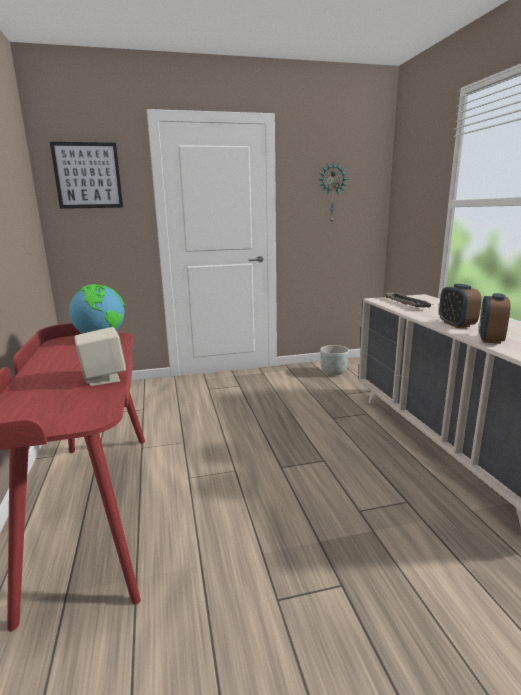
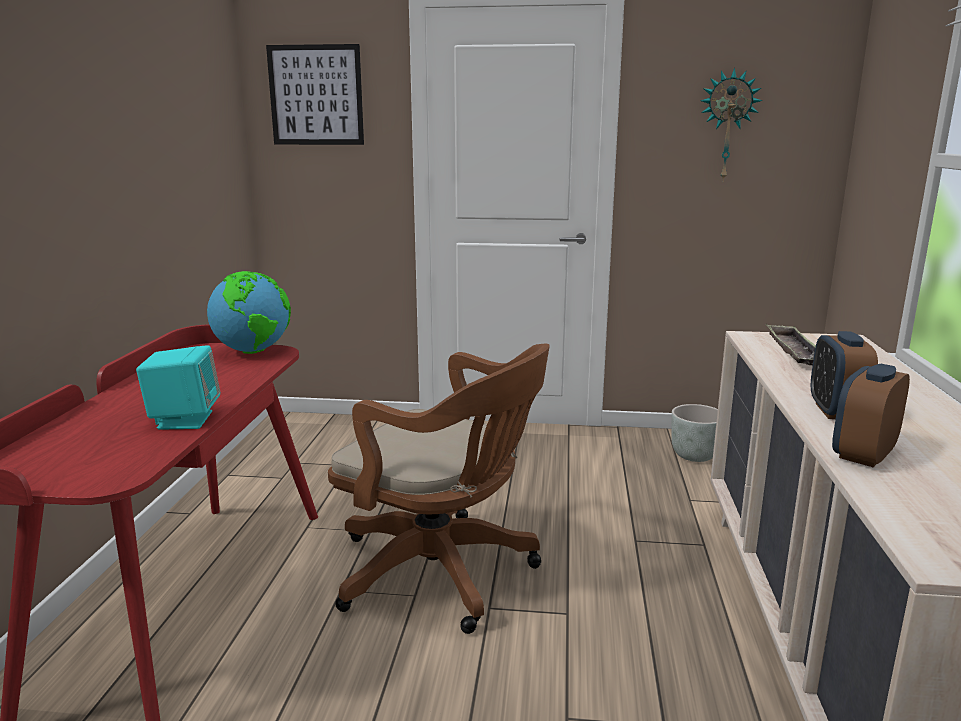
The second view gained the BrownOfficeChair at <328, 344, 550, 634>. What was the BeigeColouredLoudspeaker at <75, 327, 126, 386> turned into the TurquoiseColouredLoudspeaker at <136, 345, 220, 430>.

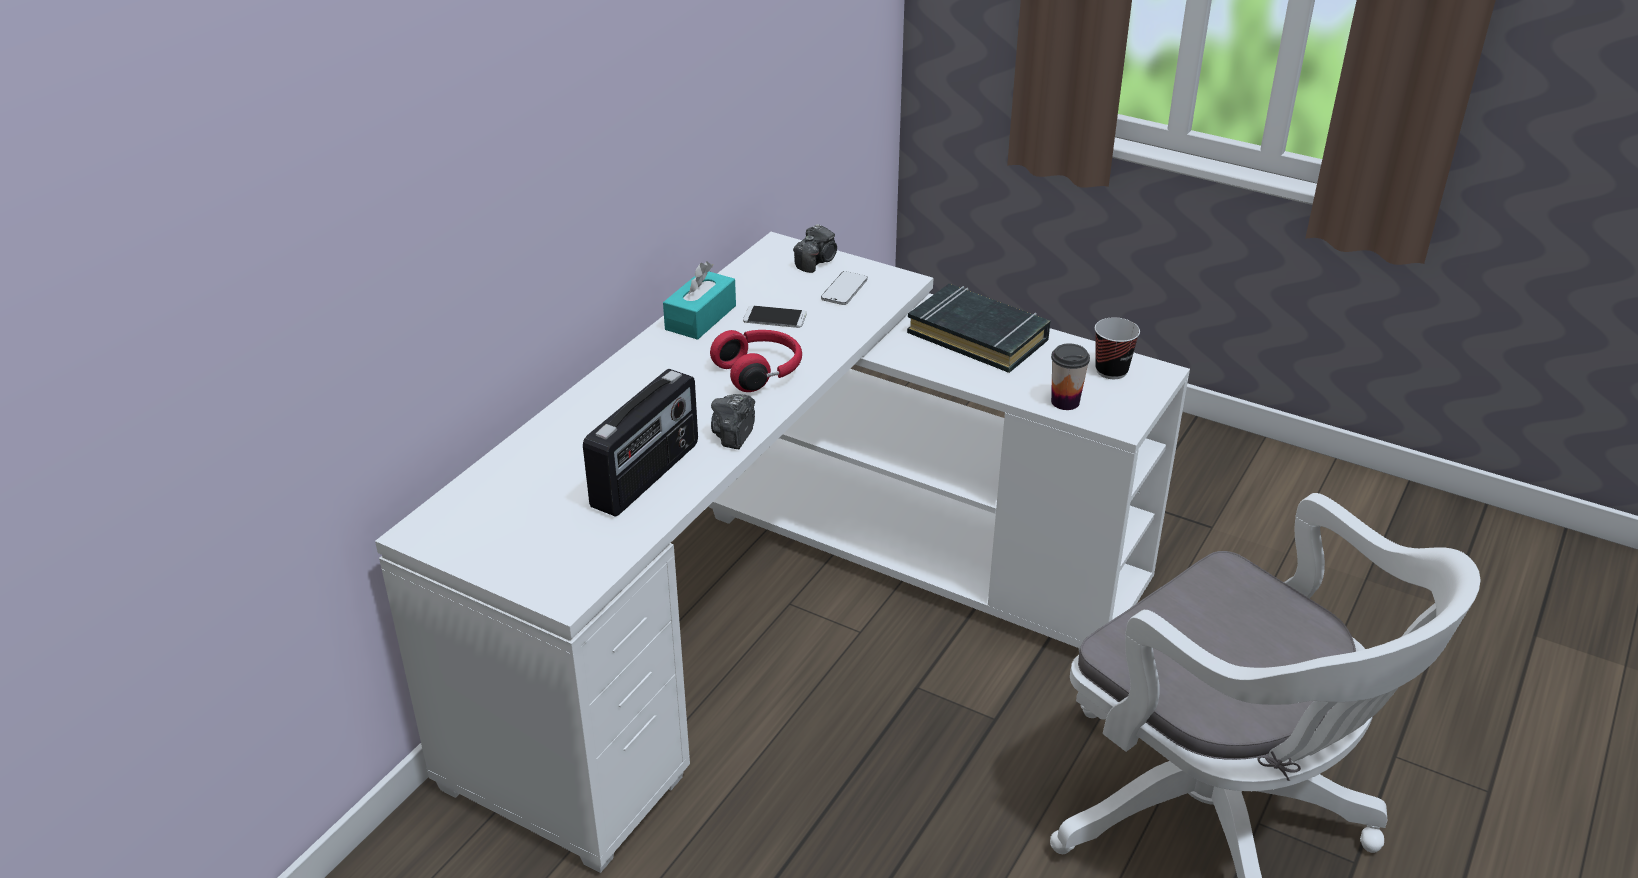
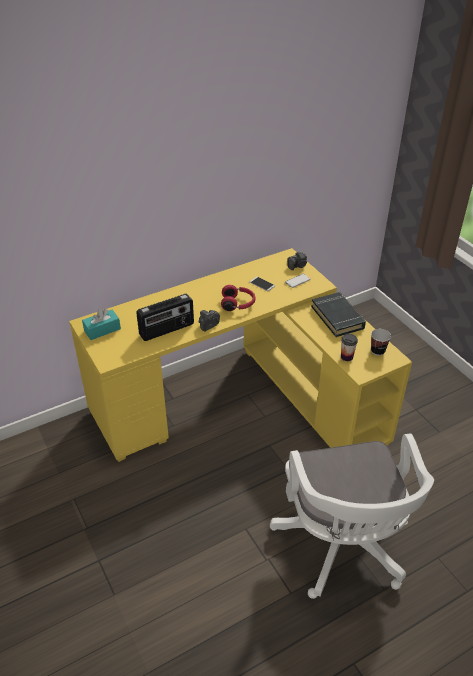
The TurquoiseColouredTissueBox ended up elsewhere, having gone from <663, 262, 736, 340> to <82, 308, 121, 340>. What was the WhiteColouredDeskTable at <375, 232, 1190, 873> turned into the YellowishDeskTable at <69, 248, 412, 462>.

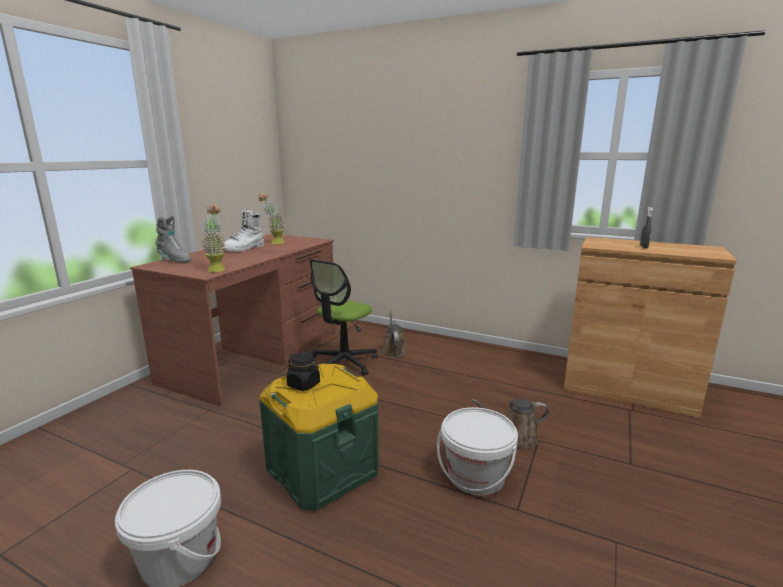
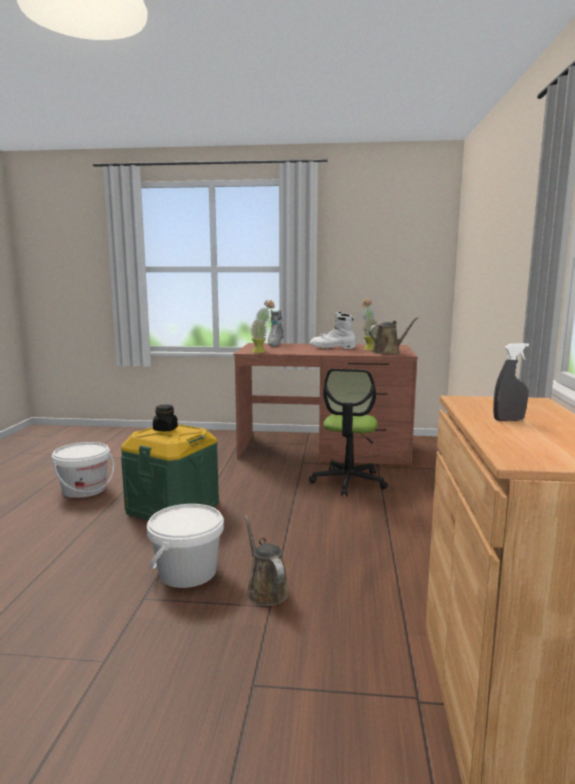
The BrownWateringCan ended up elsewhere, having gone from <381, 310, 407, 358> to <369, 317, 419, 355>. The OfficeChair at <310, 259, 378, 376> ended up facing another way, 90 degrees counterclockwise from before.

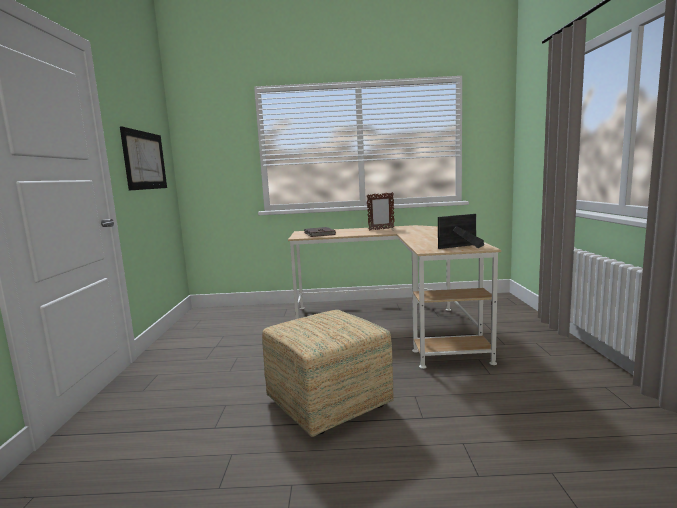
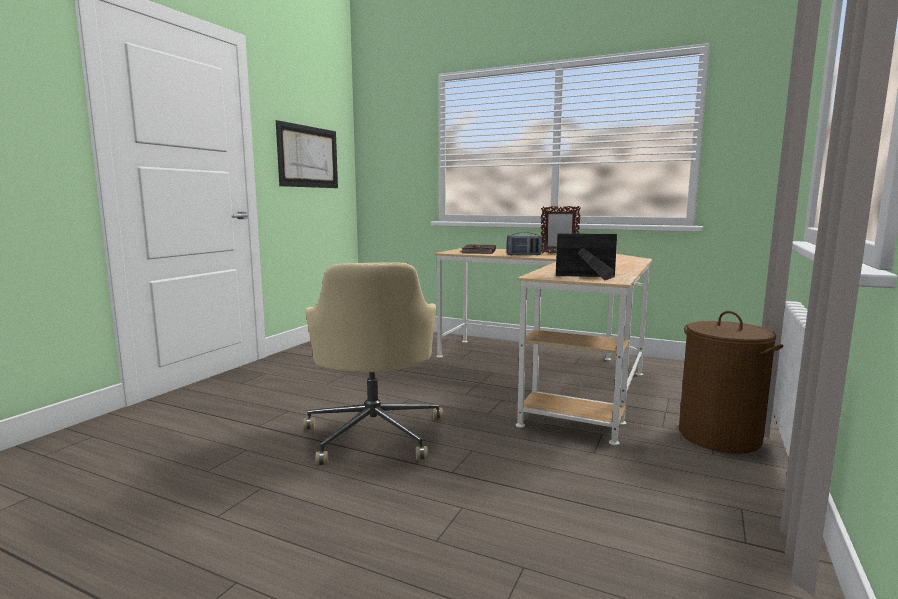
The second view gained the RadioSet at <506, 232, 542, 255>. The second view gained the BrownHamper at <679, 311, 783, 454>. Where the Pouffe stood at <262, 310, 394, 437>, the BeigeColouredOfficeChair came to stand at <303, 263, 443, 466>.

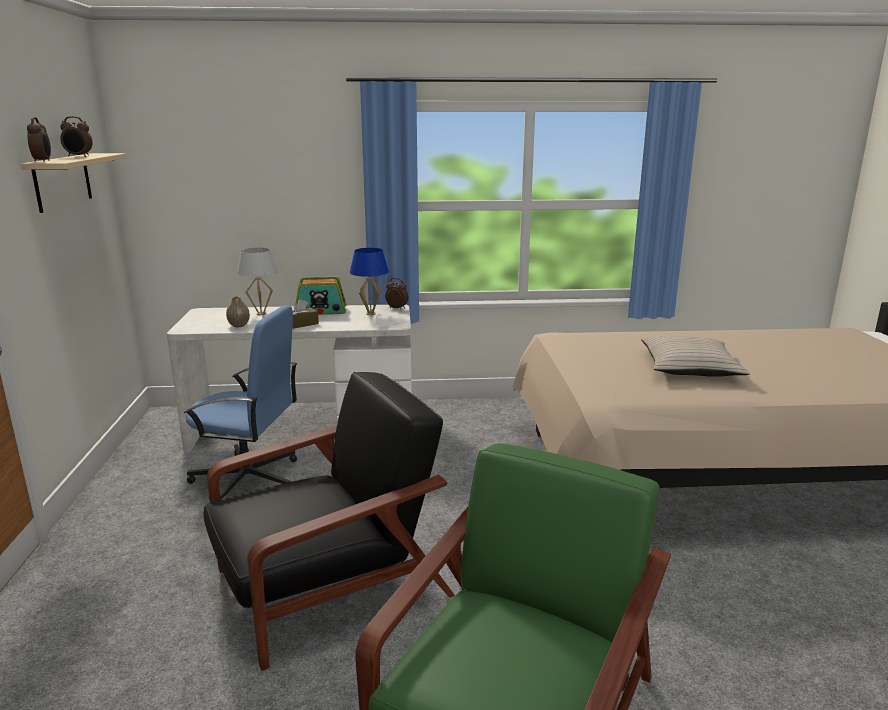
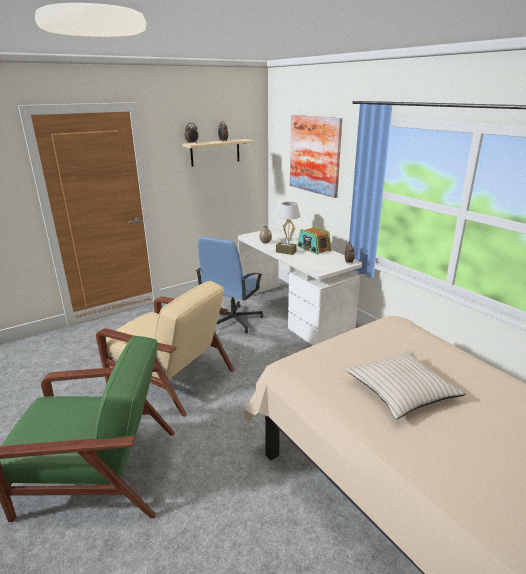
The second view lost the BluishLampForATable at <350, 248, 389, 315>. The second view gained the WallPicture at <290, 115, 342, 198>. What was the BlackishArmchair at <204, 372, 455, 671> turned into the BeigeColouredArmchair at <96, 281, 234, 417>. The BluishOfficeChair at <184, 305, 297, 499> ended up facing another way, 45 degrees clockwise from before.

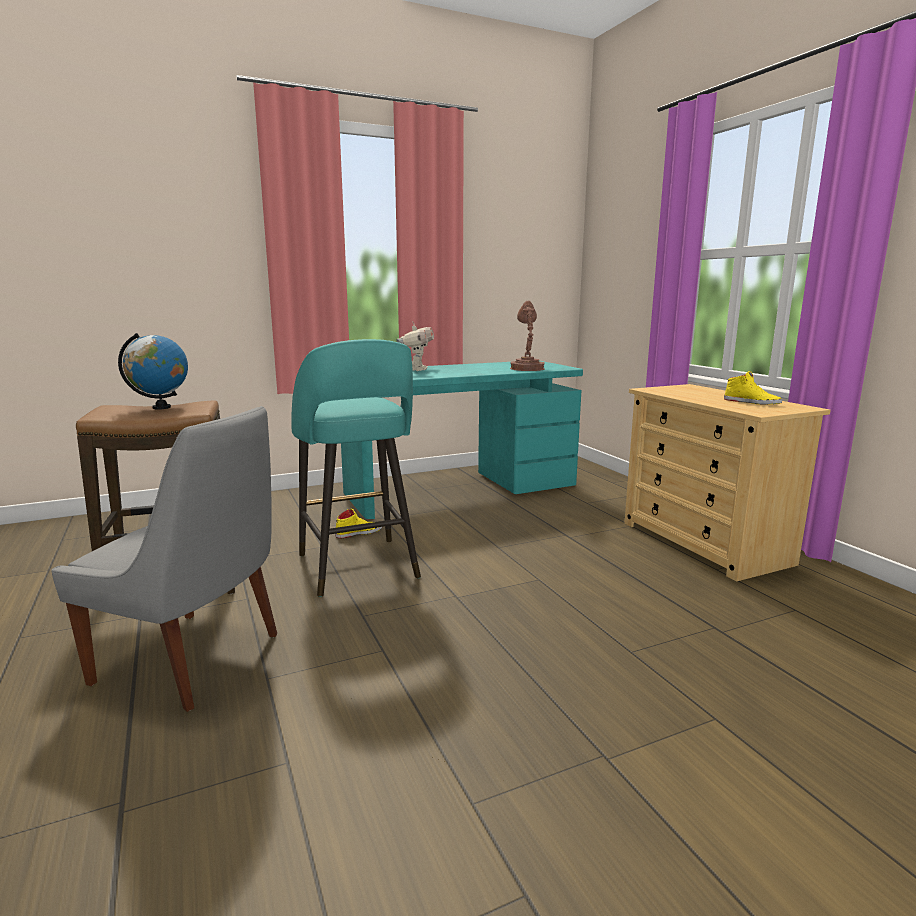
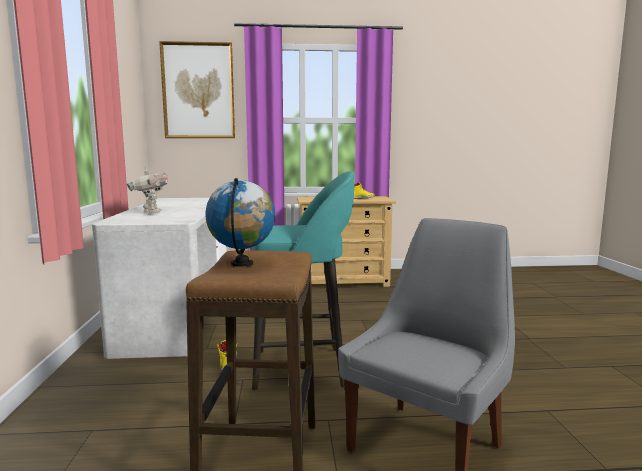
The second view lost the BrownLampForATable at <510, 301, 545, 371>. The second view gained the WallPicture at <159, 41, 235, 138>. What was the TurquoiseColouredDeskTable at <341, 361, 583, 519> turned into the WhiteColouredDeskTable at <92, 198, 226, 359>. The ToyRobot at <397, 321, 434, 371> ended up facing another way, 60 degrees clockwise from before.

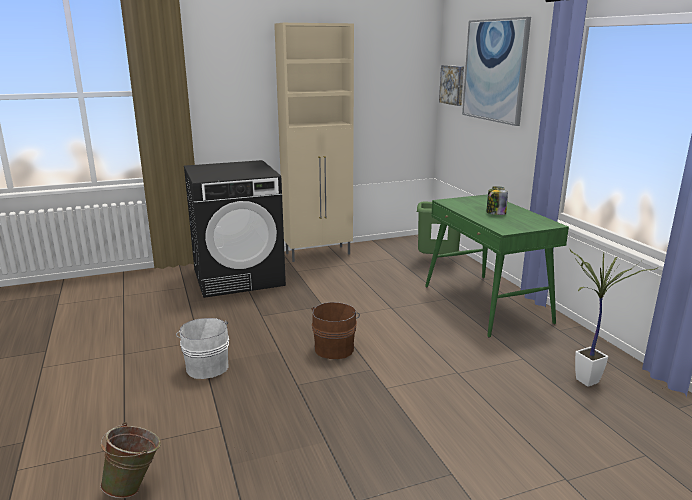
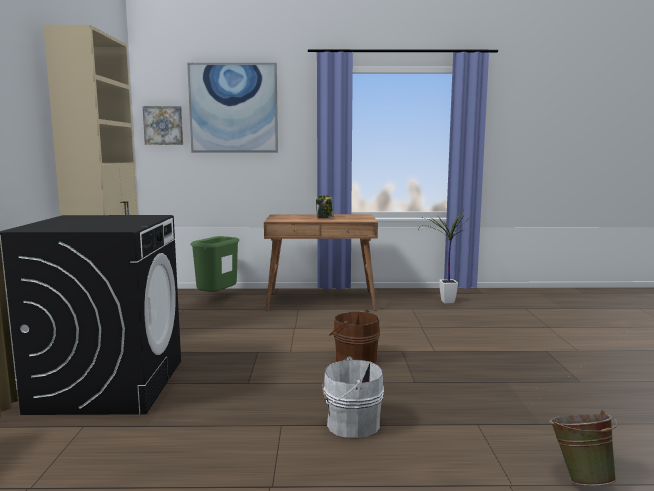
What was the GreenColouredDeskTable at <425, 194, 569, 338> turned into the BrownDeskTable at <264, 214, 378, 311>.

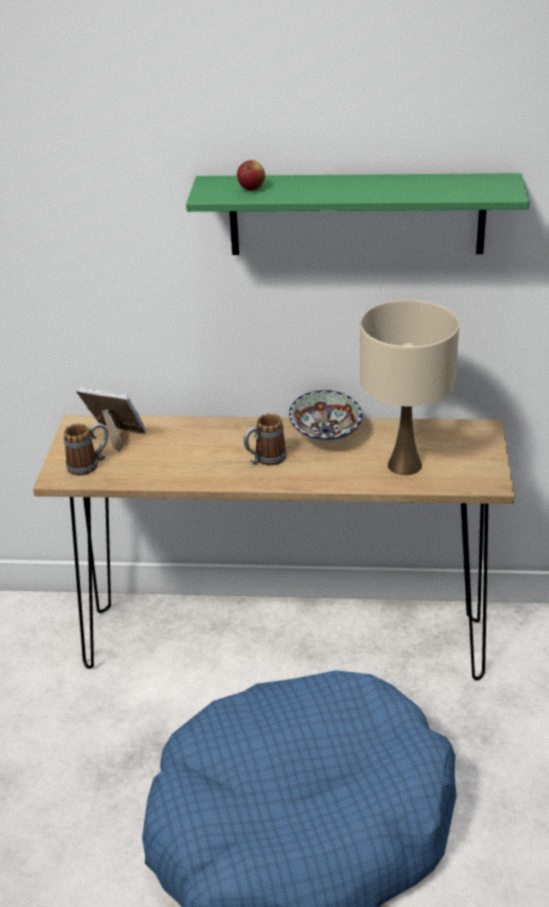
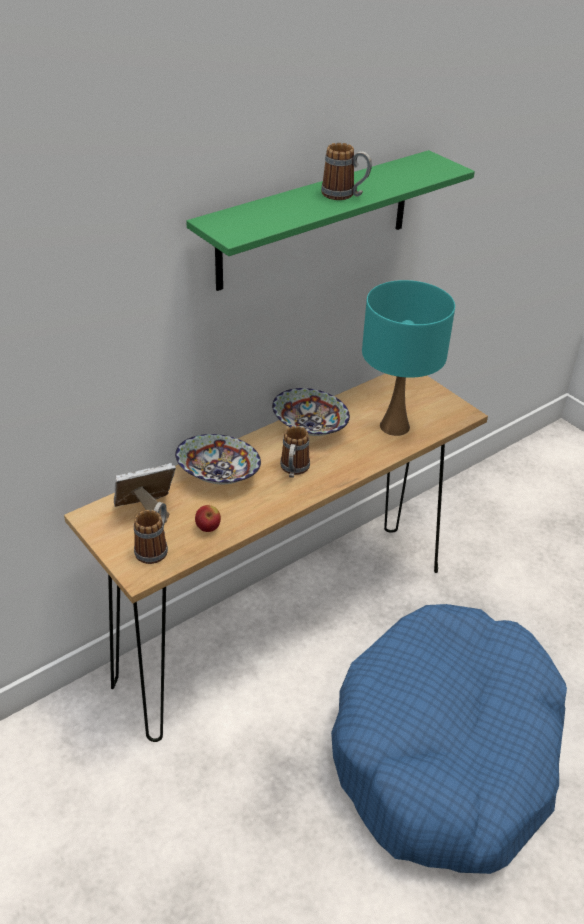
The second view gained the Bowl at <175, 434, 261, 484>. The second view gained the Mug at <321, 143, 372, 200>. The Apple ended up elsewhere, having gone from <237, 160, 265, 190> to <195, 505, 221, 532>. What was the BeigeColouredLampForATable at <360, 300, 459, 475> turned into the TurquoiseColouredLampForATable at <362, 280, 455, 436>.

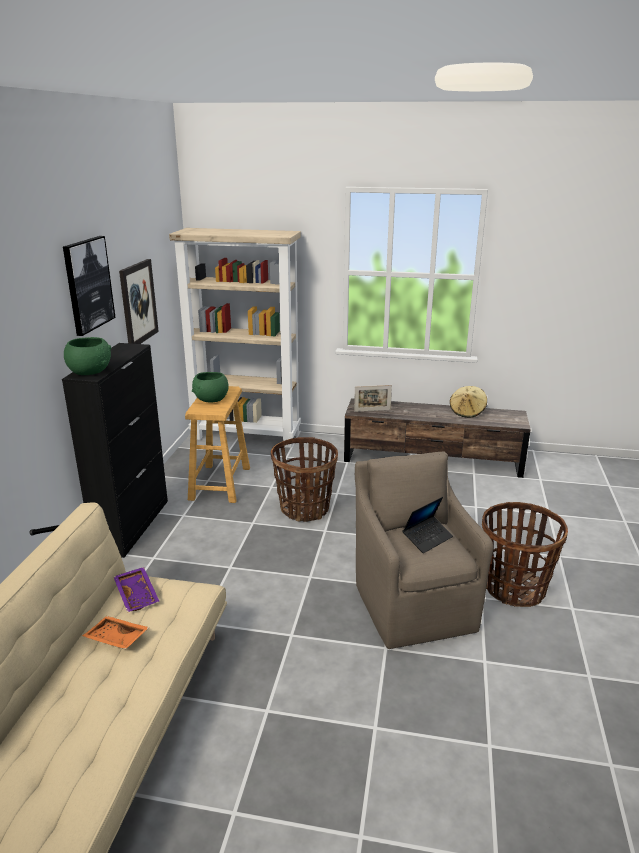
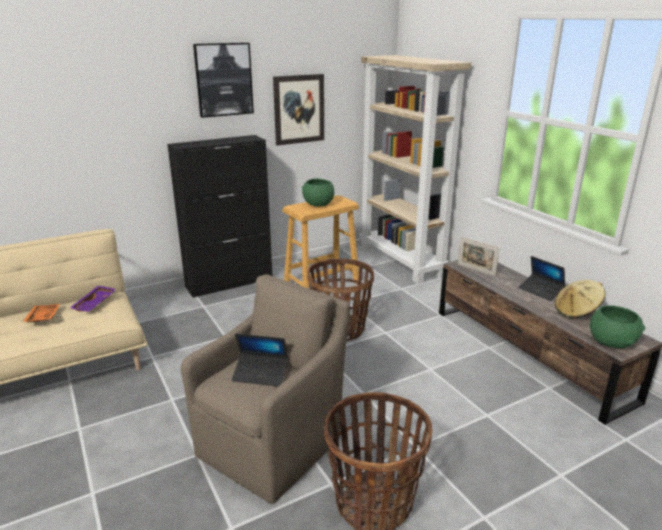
The second view gained the Laptop at <518, 256, 565, 301>. The GreenColouredBowl ended up elsewhere, having gone from <64, 337, 112, 375> to <590, 305, 645, 348>.

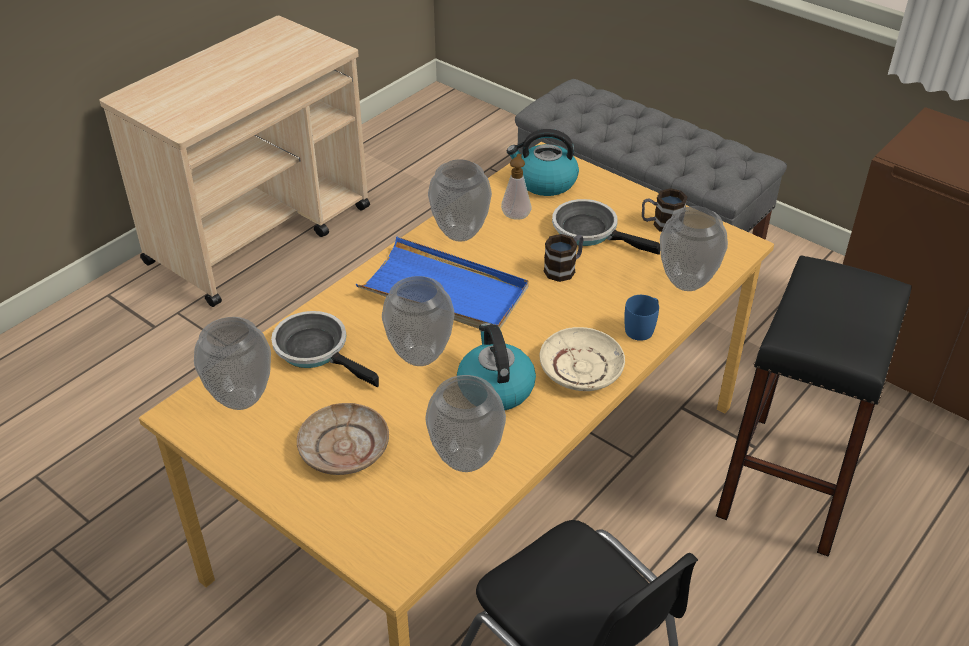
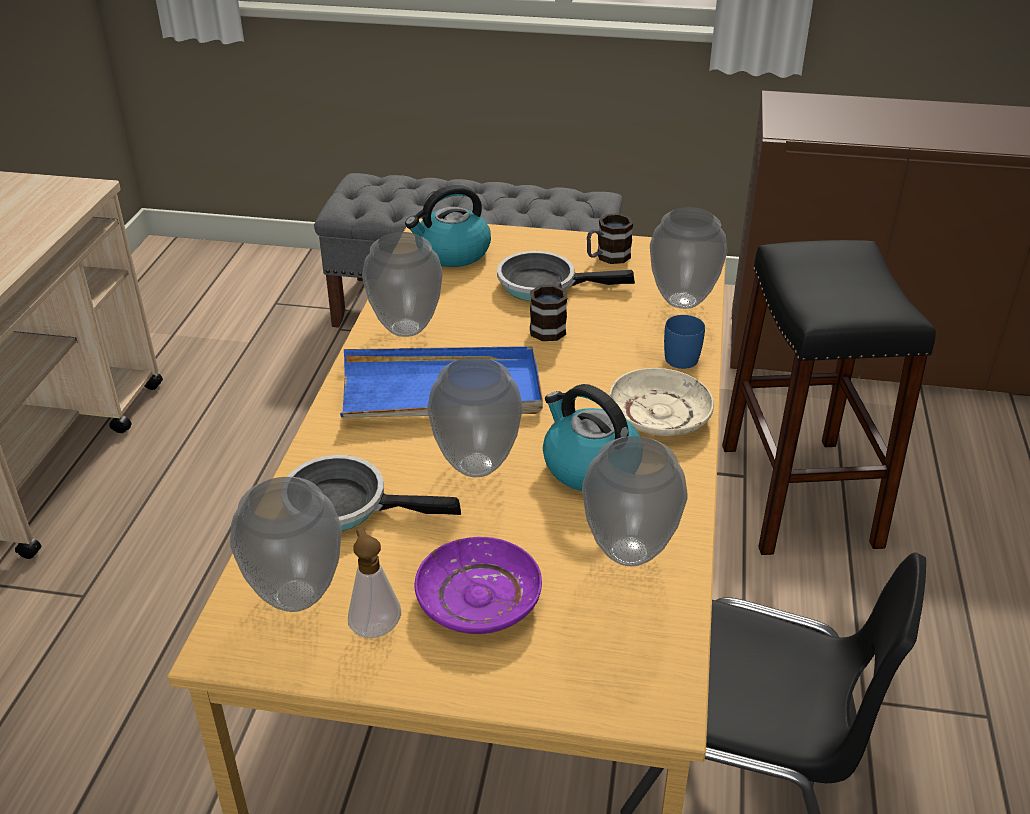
The LiquidSoapBottle ended up elsewhere, having gone from <501, 154, 531, 220> to <348, 527, 401, 638>. What was the BeigeColouredPlate at <297, 403, 389, 475> turned into the PurplePlate at <414, 537, 542, 634>.

